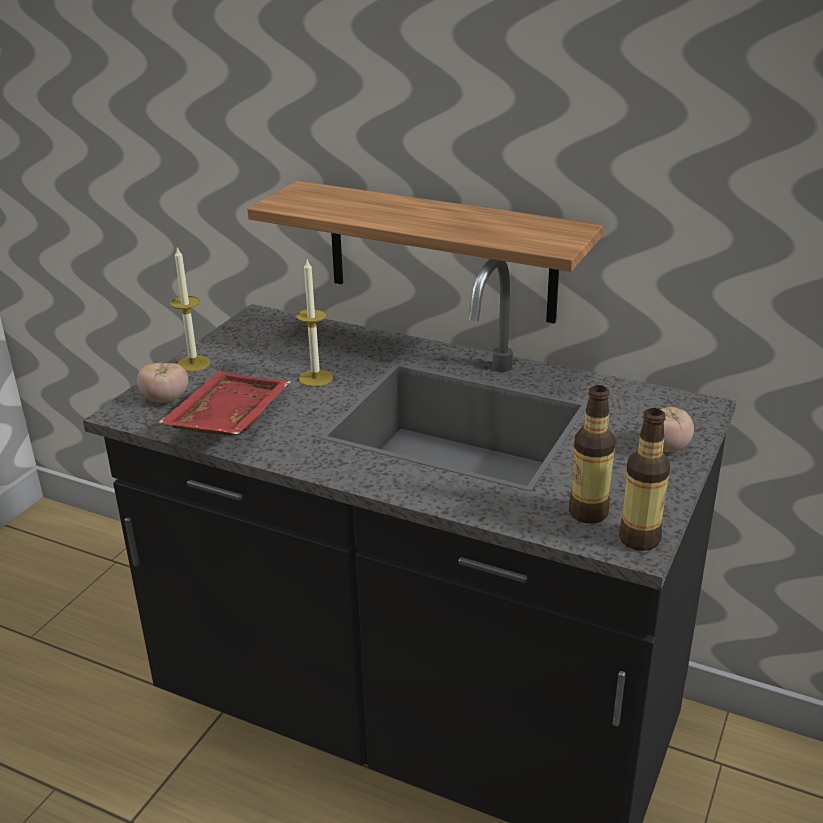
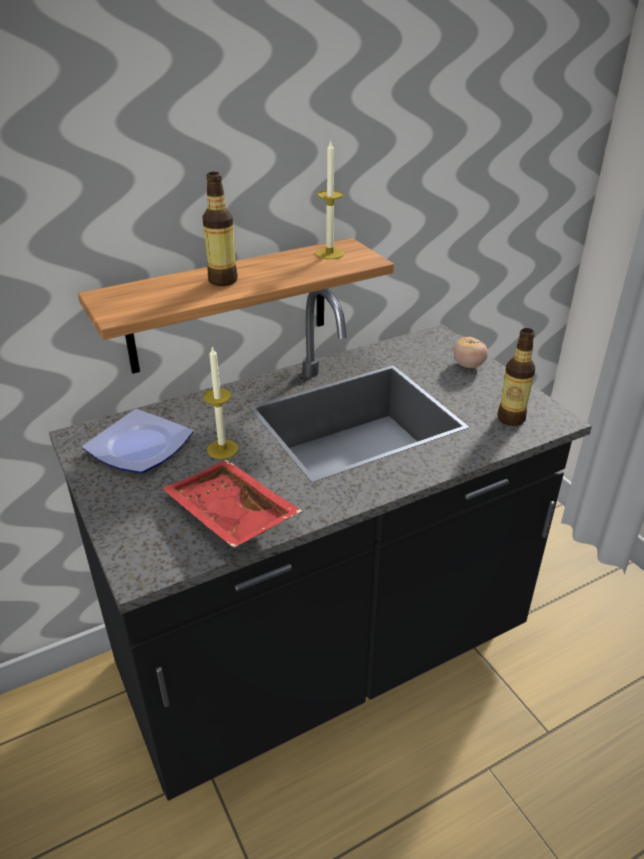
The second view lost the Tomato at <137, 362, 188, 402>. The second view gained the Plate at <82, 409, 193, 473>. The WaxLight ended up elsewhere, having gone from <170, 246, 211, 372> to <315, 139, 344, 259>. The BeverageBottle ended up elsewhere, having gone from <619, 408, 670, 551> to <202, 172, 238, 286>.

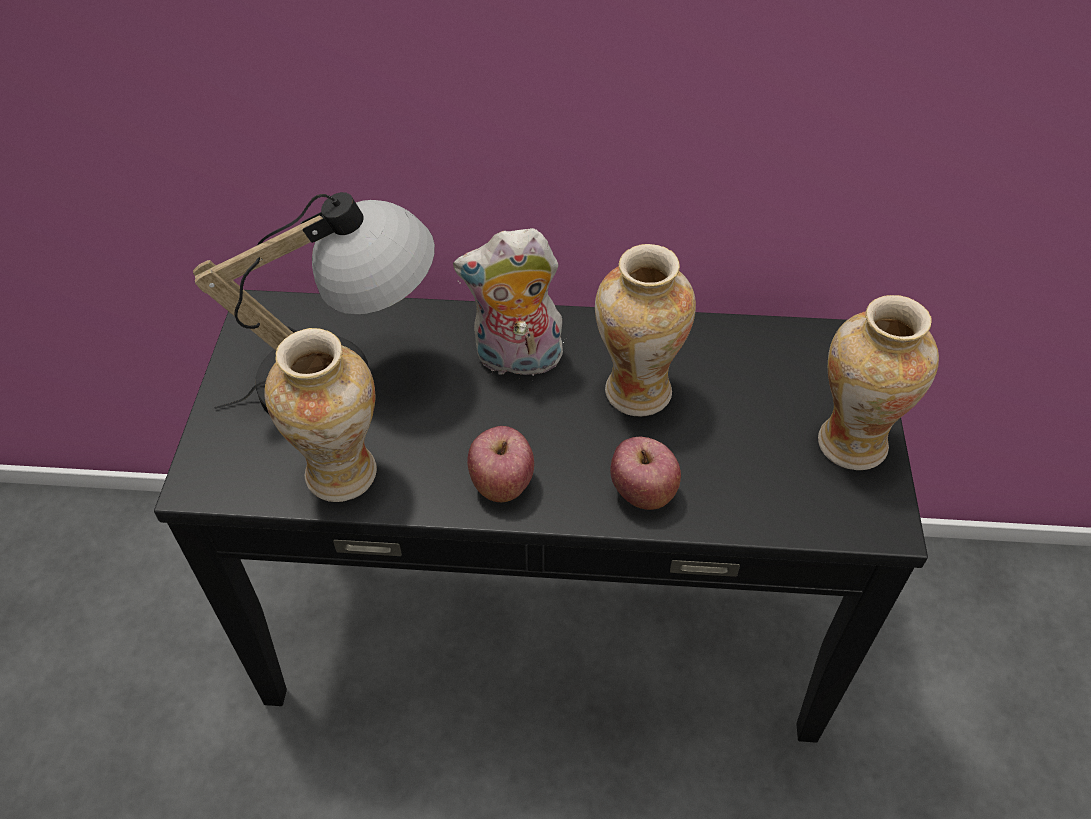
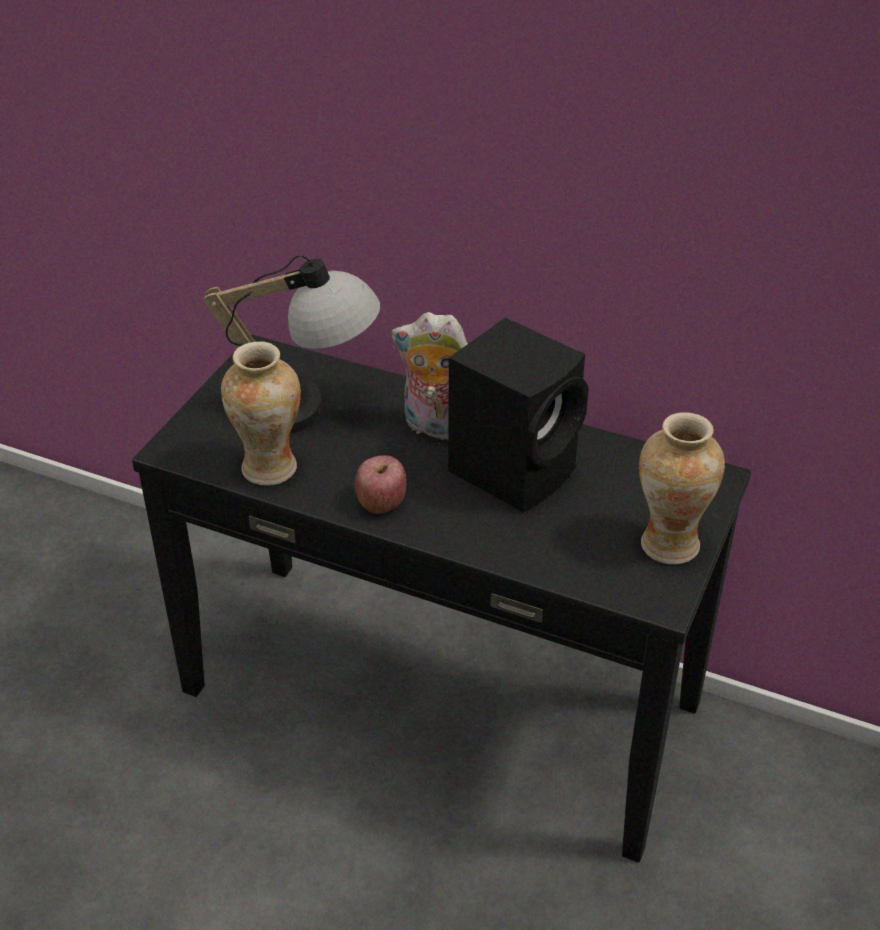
The second view lost the Apple at <610, 437, 681, 510>. Where the Vase stood at <595, 244, 696, 416>, the BlackishLoudspeaker came to stand at <448, 317, 589, 513>.

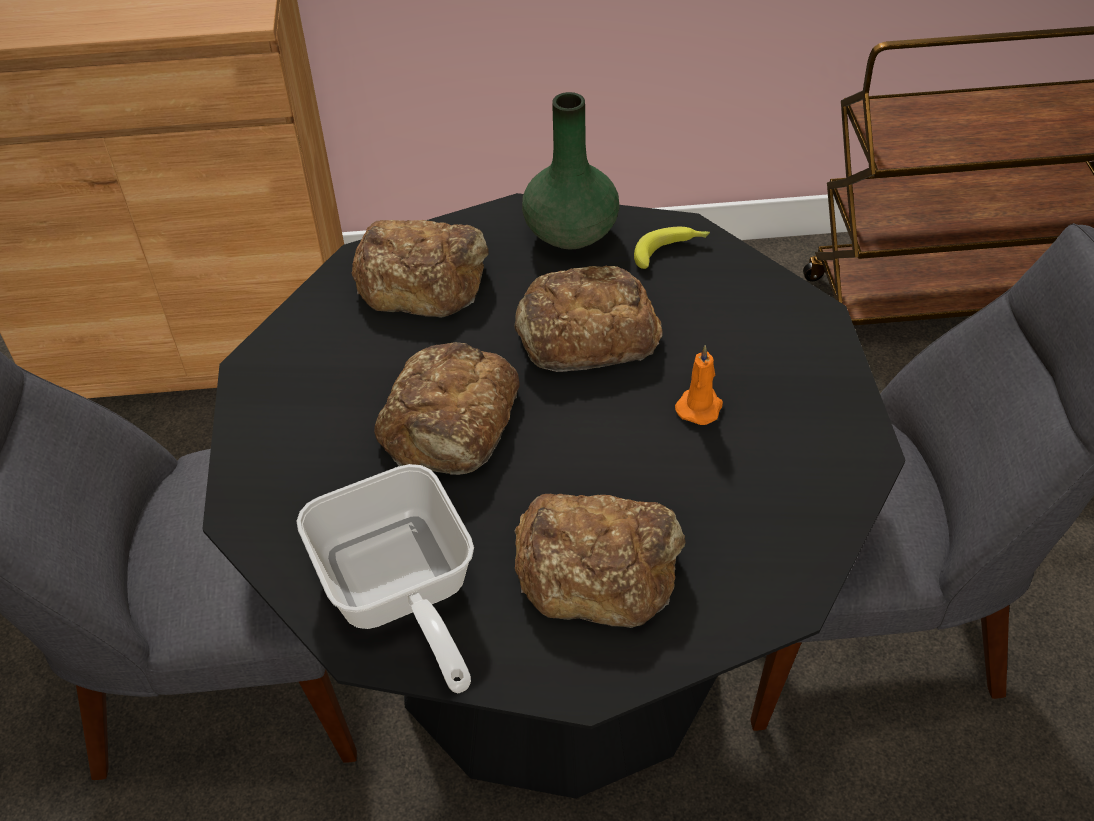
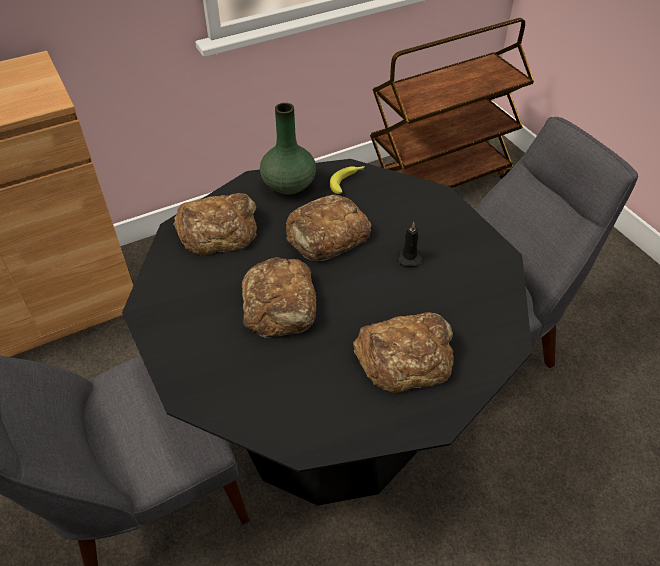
The second view lost the Skillet at <297, 464, 474, 693>. What was the OrangeColouredWaxLight at <675, 345, 723, 425> turned into the BlackishWaxLight at <397, 222, 422, 267>.

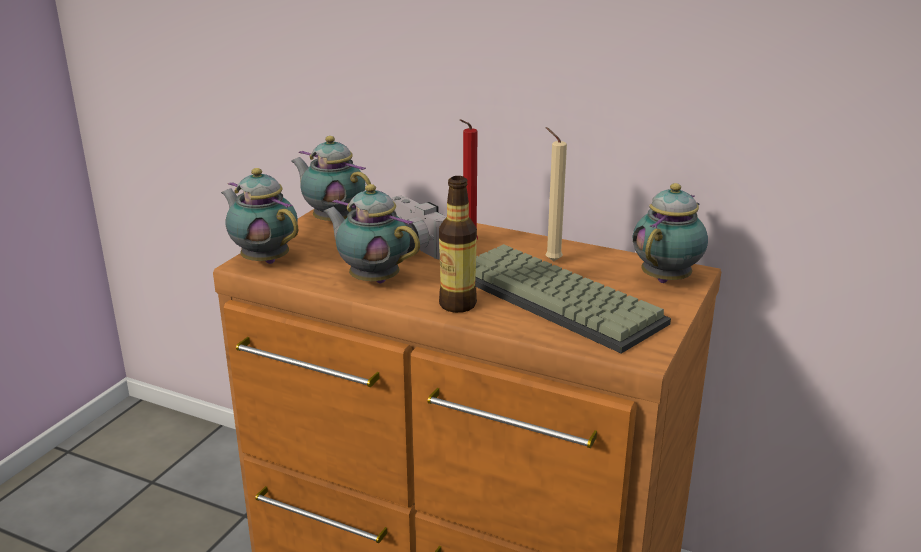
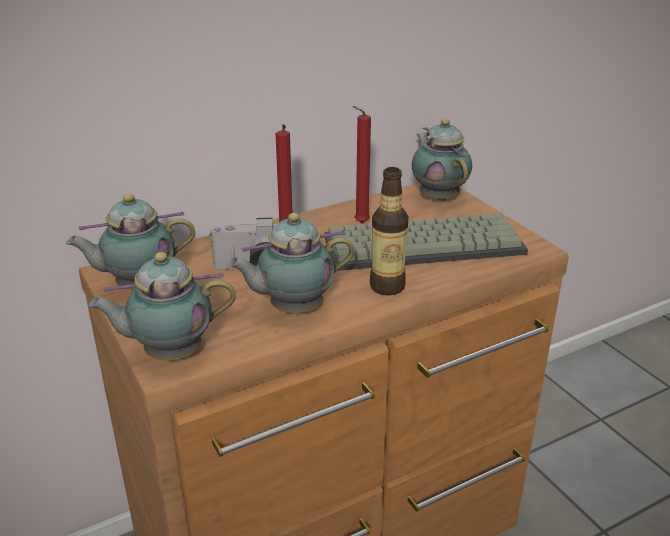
What was the BeigeColouredWaxLight at <545, 127, 567, 262> turned into the RedColouredWaxLight at <352, 106, 371, 223>.

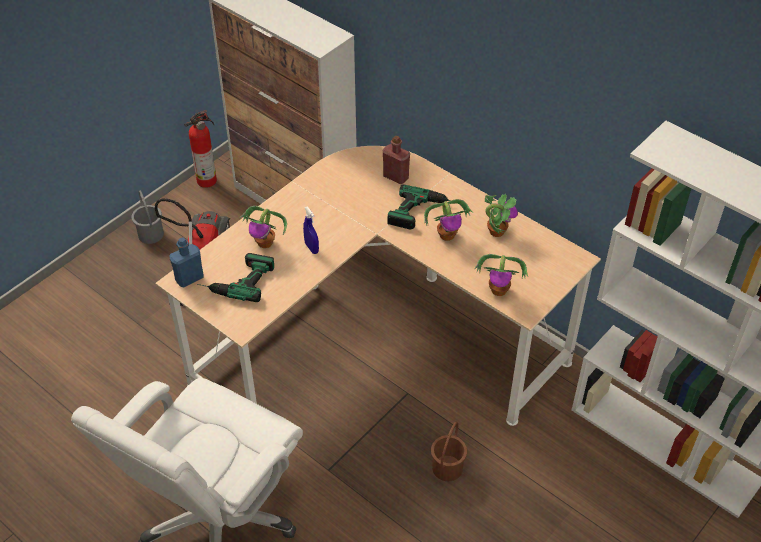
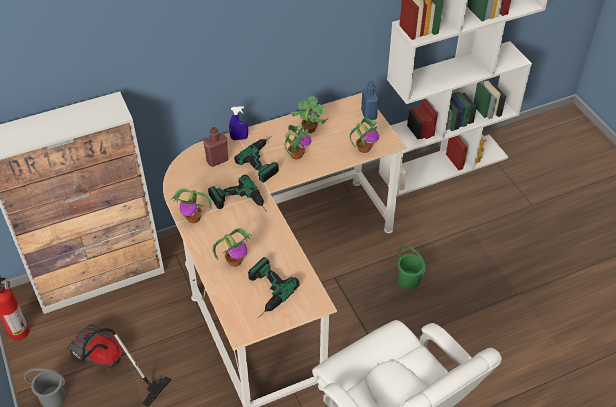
The second view gained the Houseplant at <171, 188, 212, 223>. The second view gained the PowerDrill at <208, 175, 267, 212>. The BluishBeverageBottle ended up elsewhere, having gone from <169, 237, 204, 288> to <361, 81, 379, 120>. The BluishSprayBottle ended up elsewhere, having gone from <303, 207, 319, 254> to <229, 106, 248, 140>. What was the BrownBucket at <431, 422, 467, 481> turned into the GreenColouredBucket at <398, 245, 426, 289>.

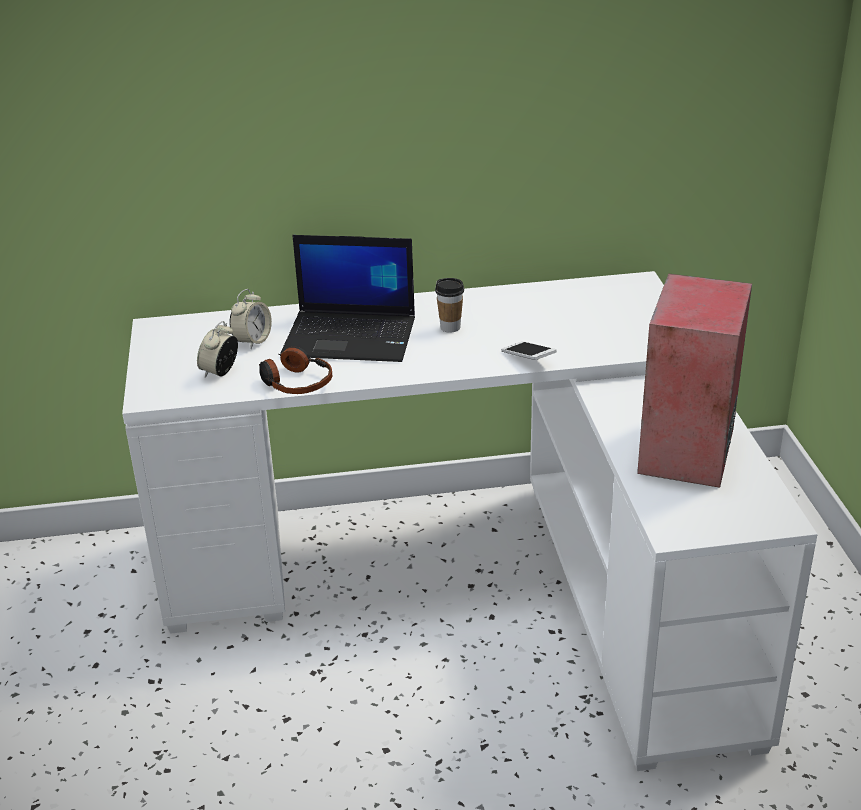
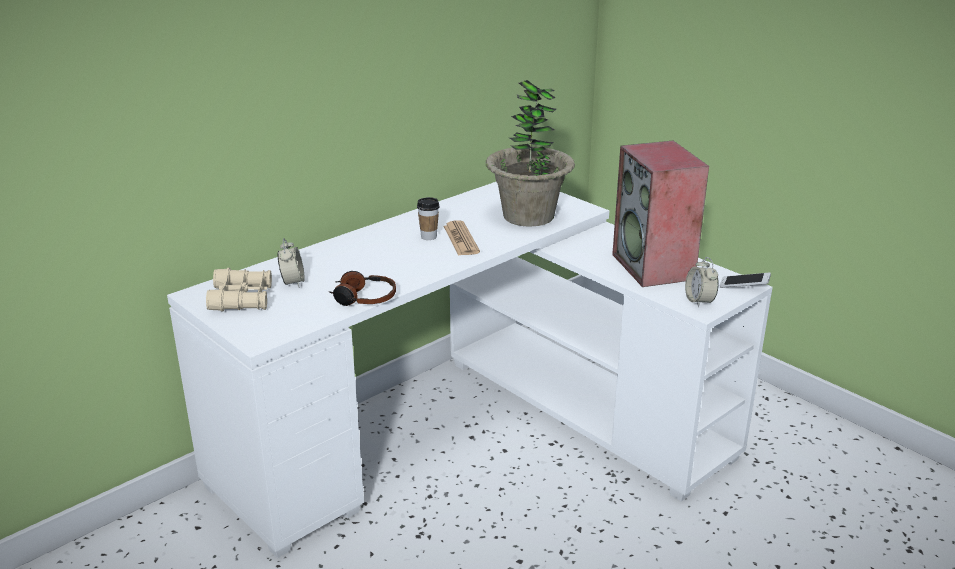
The second view lost the Laptop at <280, 235, 415, 362>. The second view gained the BeigeColouredBinoculars at <206, 268, 272, 312>. The second view gained the Newspaper at <444, 220, 480, 256>. The second view gained the Houseplant at <486, 80, 575, 227>. The AlarmClock ended up elsewhere, having gone from <197, 321, 238, 378> to <685, 257, 719, 308>. The Phone ended up elsewhere, having gone from <502, 341, 557, 360> to <719, 273, 771, 288>.

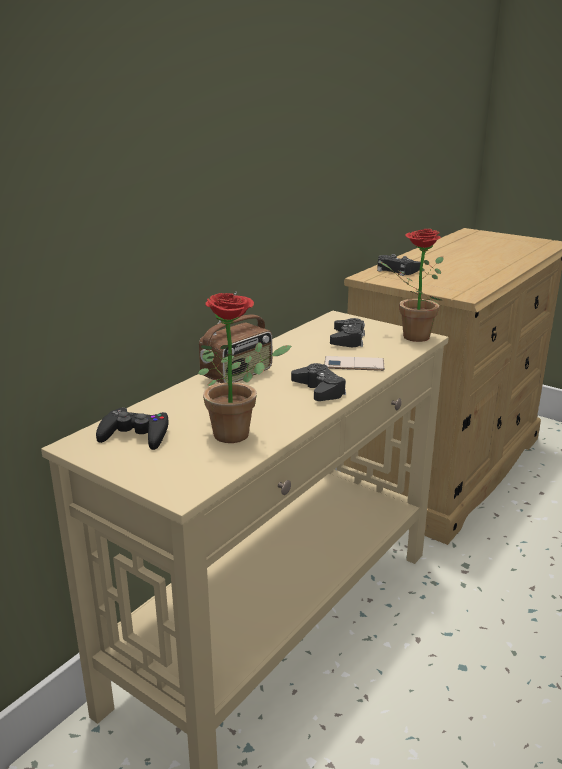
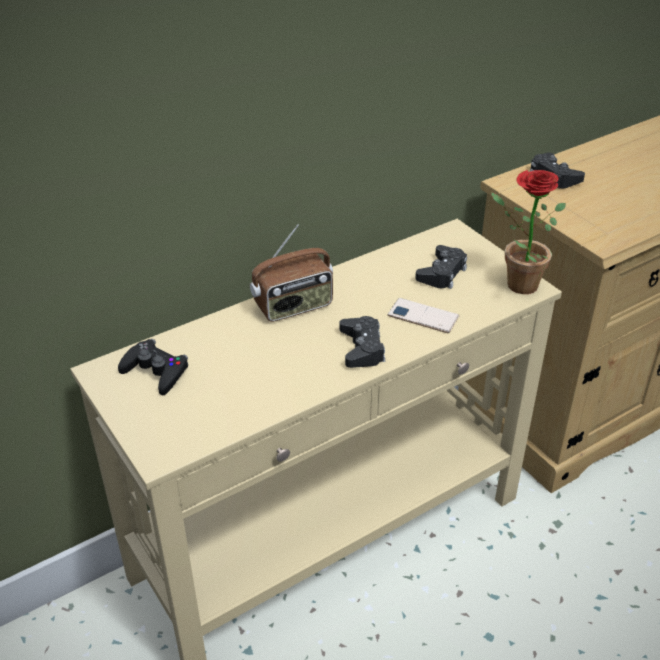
The second view lost the Houseplant at <198, 293, 292, 443>.

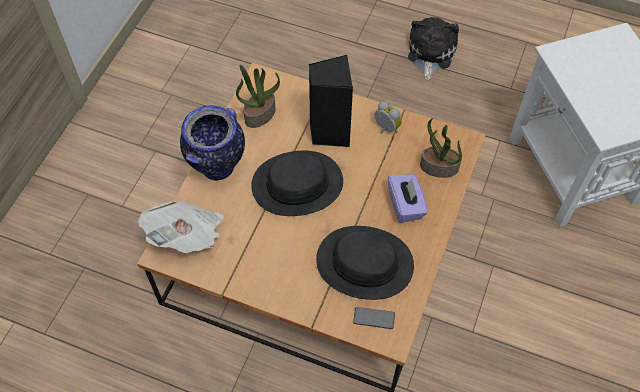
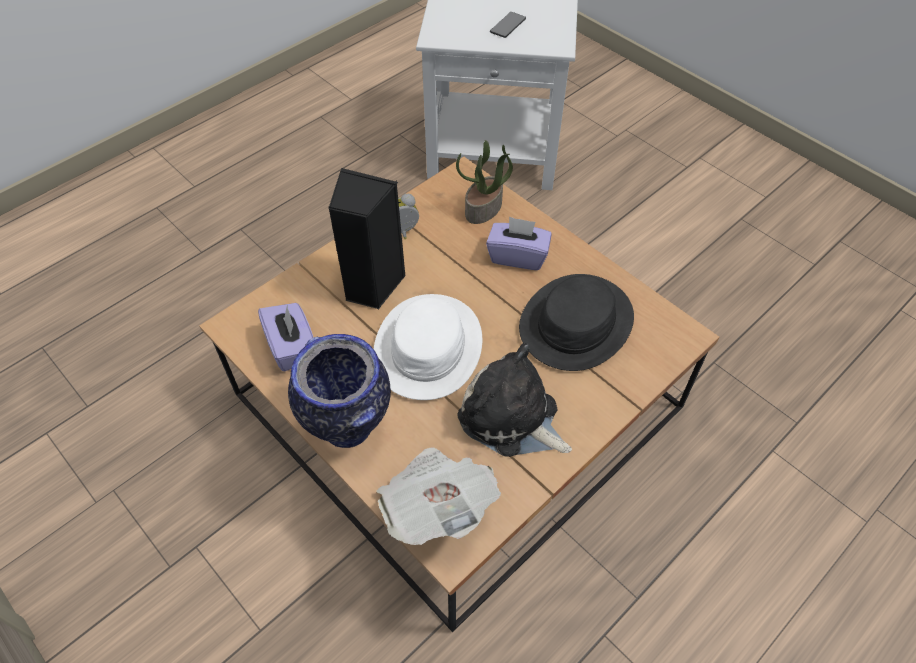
The Phone ended up elsewhere, having gone from <353, 307, 395, 329> to <490, 12, 526, 38>. The CuddlyToy ended up elsewhere, having gone from <408, 17, 459, 80> to <457, 343, 572, 457>. Where the Houseplant stood at <236, 65, 280, 128>, the PurpleTissueBox came to stand at <258, 303, 314, 371>. What was the BlackishClothingHat at <251, 151, 343, 216> turned into the WhiteColouredClothingHat at <374, 294, 482, 400>.

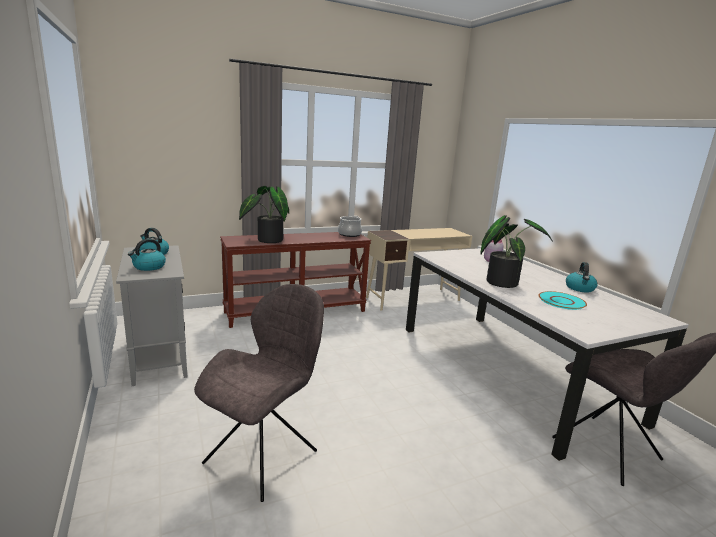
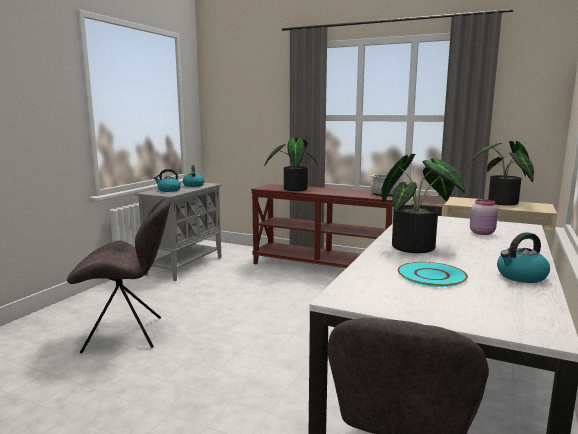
The second view gained the Houseplant at <472, 141, 534, 206>.

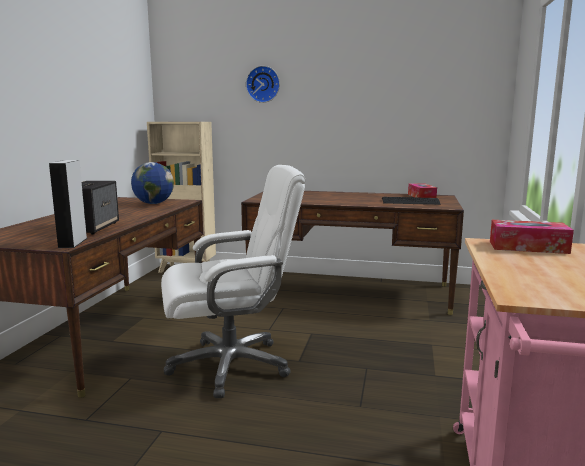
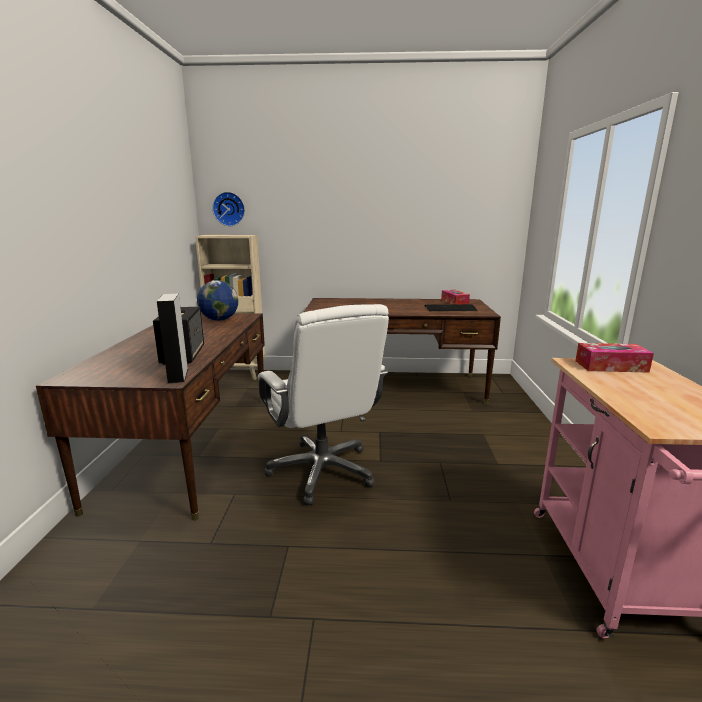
The ClockOnTheWall ended up elsewhere, having gone from <246, 66, 280, 103> to <212, 192, 245, 226>. The WhiteColouredOfficeChair at <161, 165, 306, 398> ended up facing another way, 90 degrees clockwise from before.

